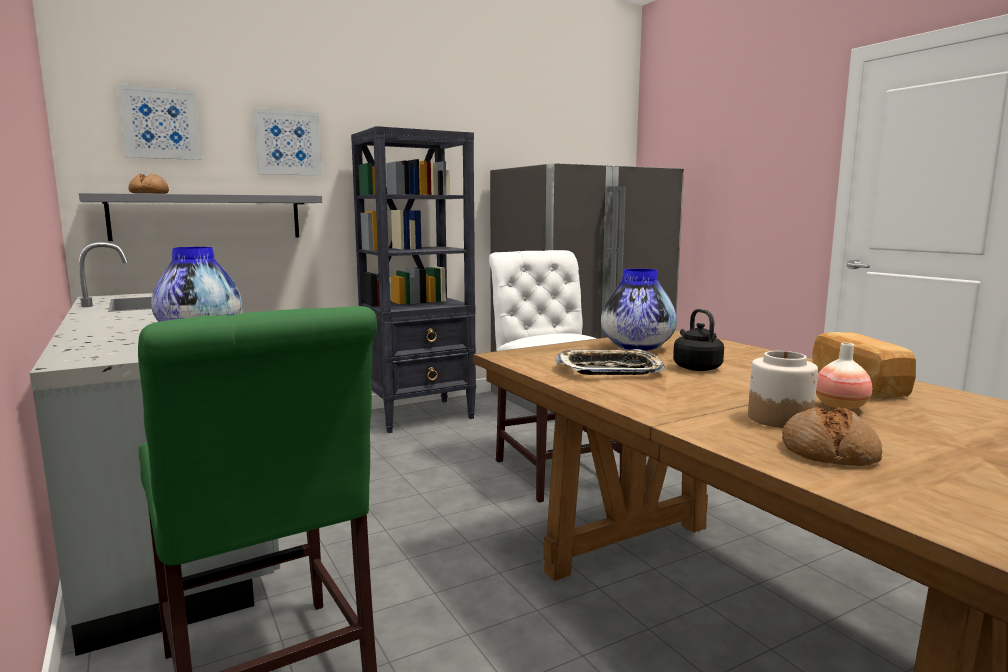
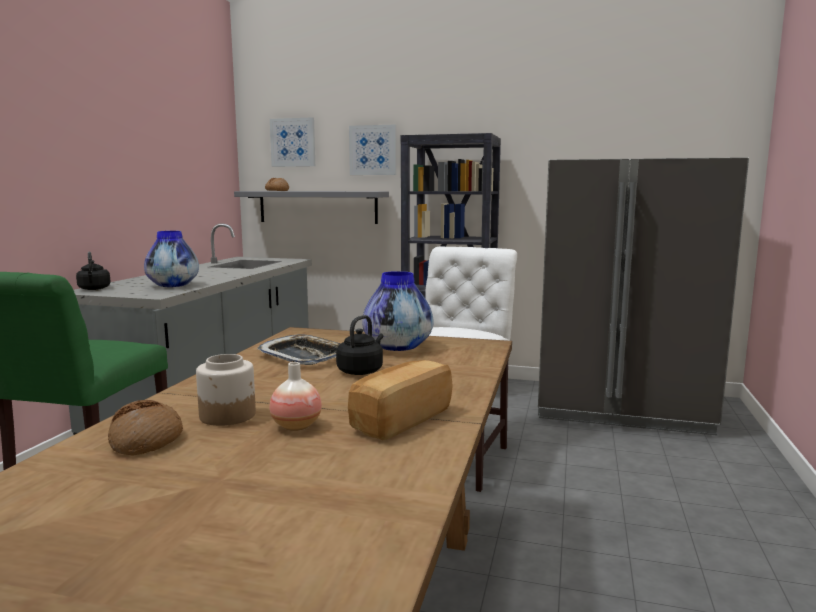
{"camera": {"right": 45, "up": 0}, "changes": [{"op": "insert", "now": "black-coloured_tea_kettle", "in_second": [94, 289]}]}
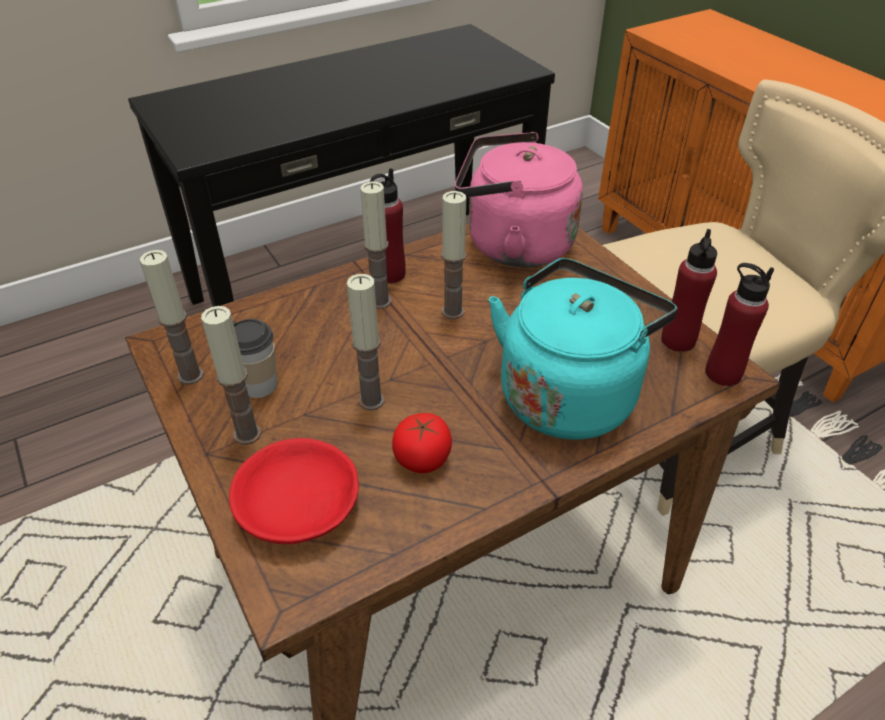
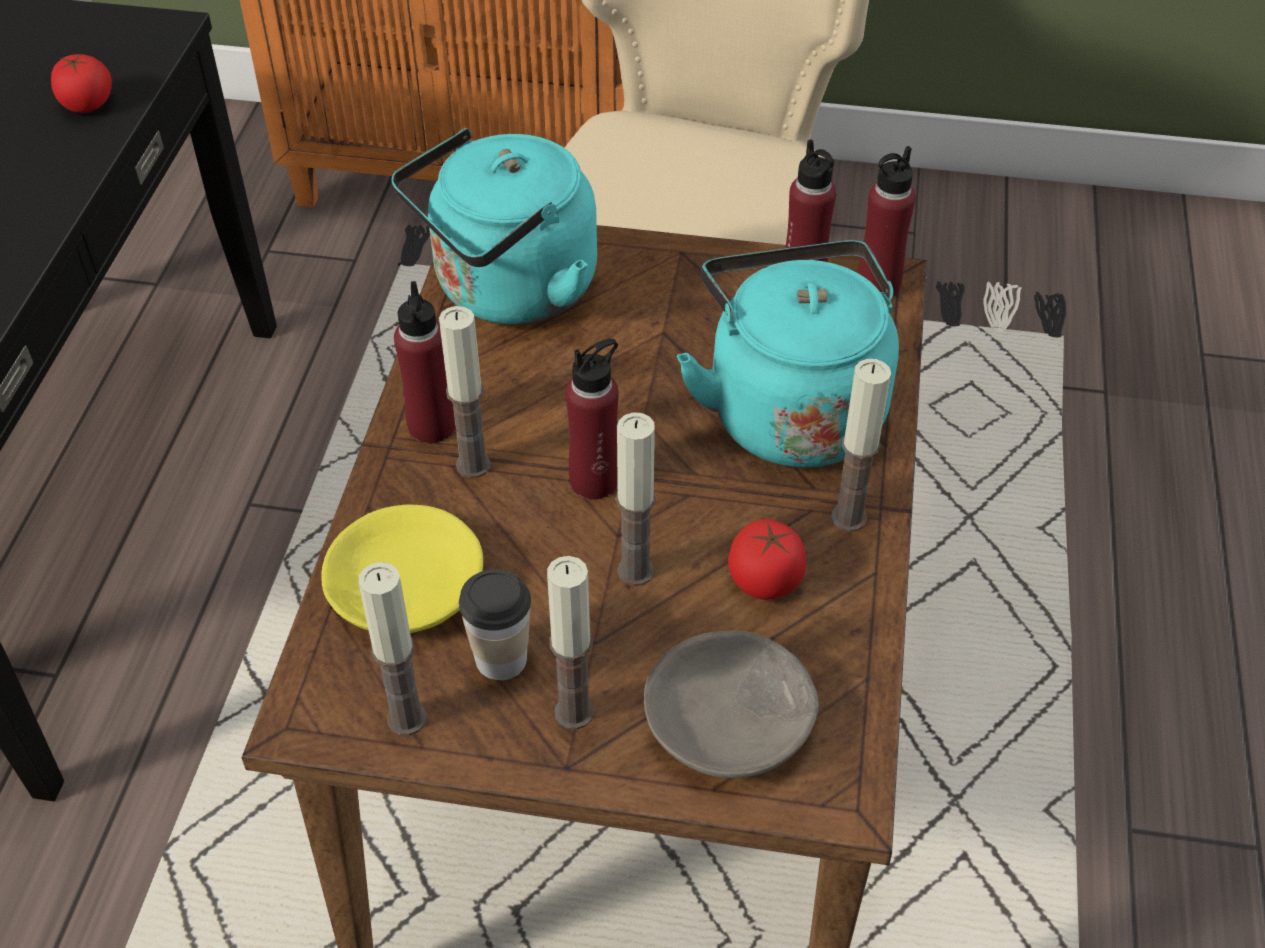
{"camera": {"right": -50, "up": 5}, "changes": [{"op": "recolor", "was": "pink-coloured_tea_kettle", "now": "blue-green_tea_kettle", "in_first": [512, 245], "in_second": [508, 291]}, {"op": "move", "was": "candle", "in_first": [452, 311], "in_second": [848, 517]}, {"op": "recolor", "was": "reddish_bowl", "now": "greyish_bowl", "in_first": [299, 506], "in_second": [731, 721]}, {"op": "insert", "now": "whole_tomato", "in_second": [87, 104]}, {"op": "insert", "now": "reddish_drink_bottle", "in_second": [594, 481]}, {"op": "insert", "now": "yellowish_bowl", "in_second": [403, 589]}]}
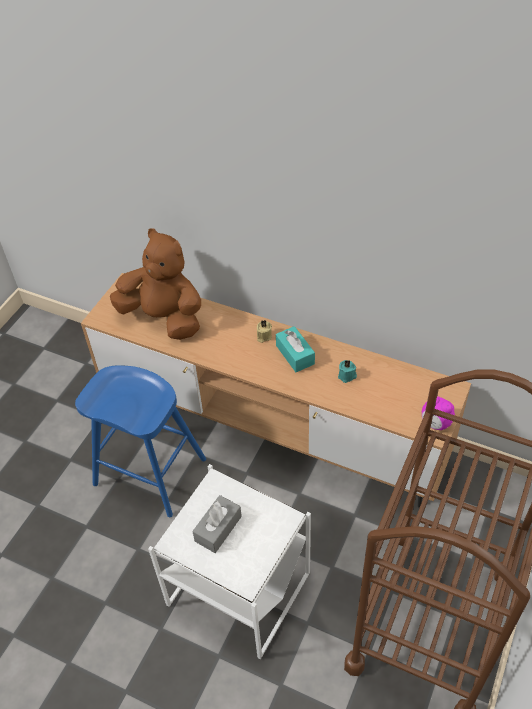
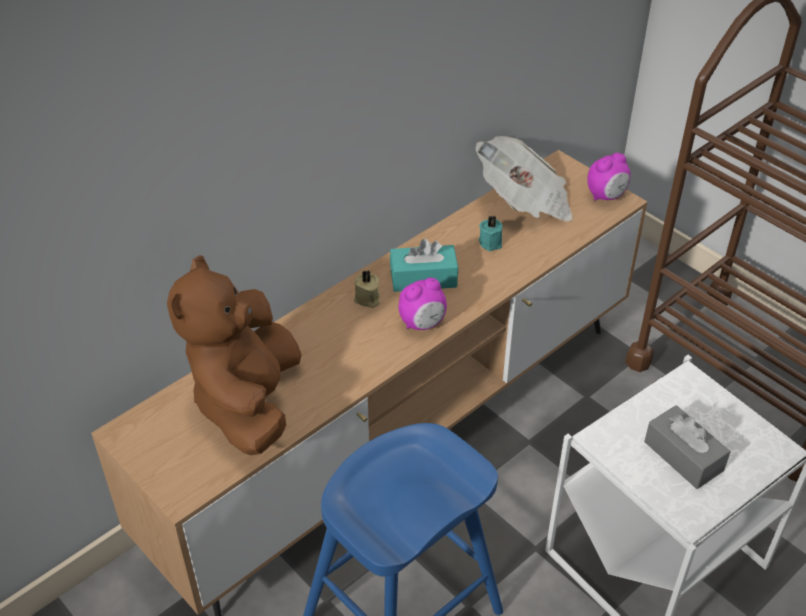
{"camera": {"right": -70, "up": -5}, "changes": [{"op": "rotate", "was": "brown_cuddly_toy", "in_first": [164, 318], "in_second": [248, 402], "clockwise": -45}, {"op": "insert", "now": "newspaper", "in_second": [524, 202]}, {"op": "insert", "now": "bedside_clock", "in_second": [422, 323]}]}
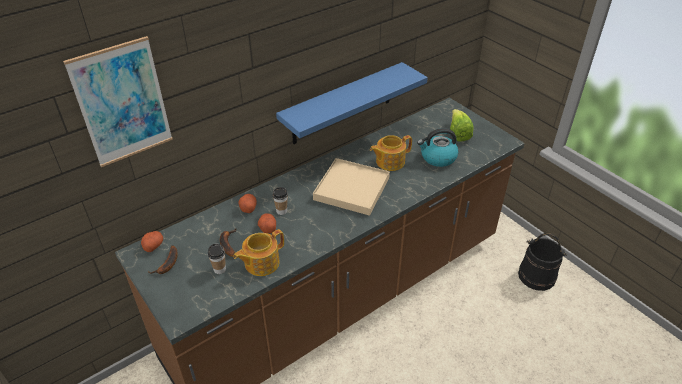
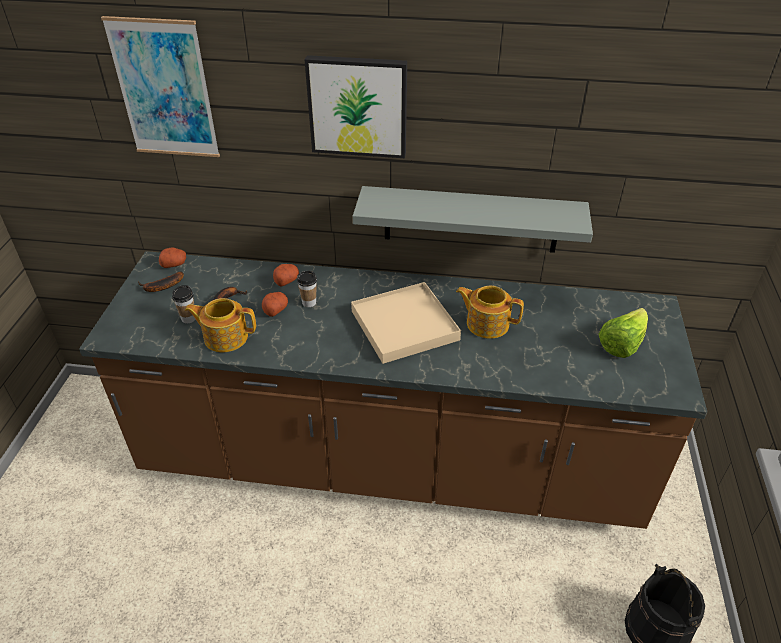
{"camera": {"right": 45, "up": 0}, "changes": [{"op": "recolor", "was": "blue-coloured_wall_shelf", "now": "greyish_wall_shelf", "in_first": [342, 104], "in_second": [471, 219]}, {"op": "delete", "was": "tea_kettle", "in_first": [437, 158]}, {"op": "insert", "now": "wall_art", "in_second": [358, 106]}]}
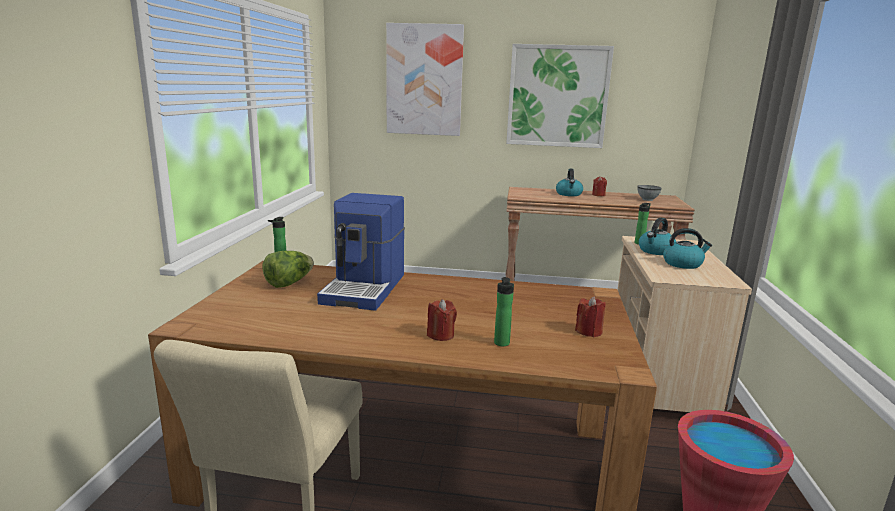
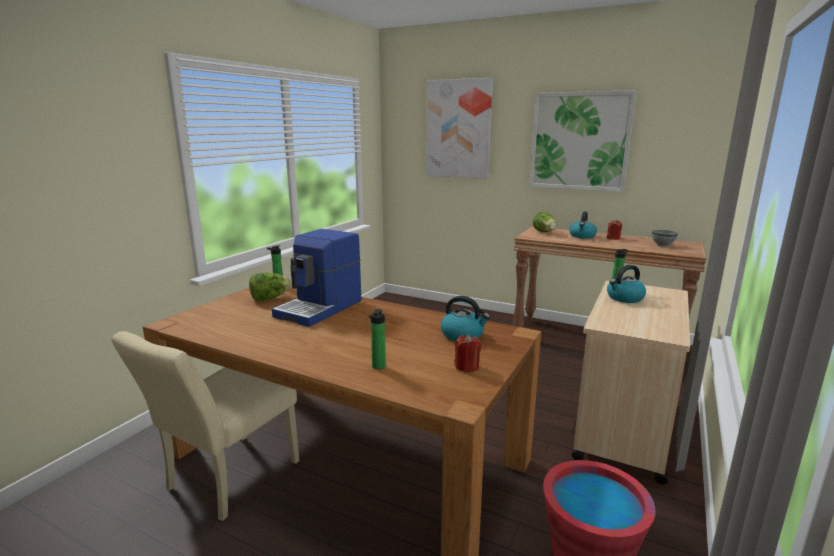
{"camera": {"right": 20, "up": 0}, "changes": [{"op": "move", "was": "tea_kettle", "in_first": [683, 264], "in_second": [463, 335]}, {"op": "delete", "was": "reddish_candle", "in_first": [440, 335]}, {"op": "insert", "now": "head_of_lettuce", "in_second": [544, 232]}]}
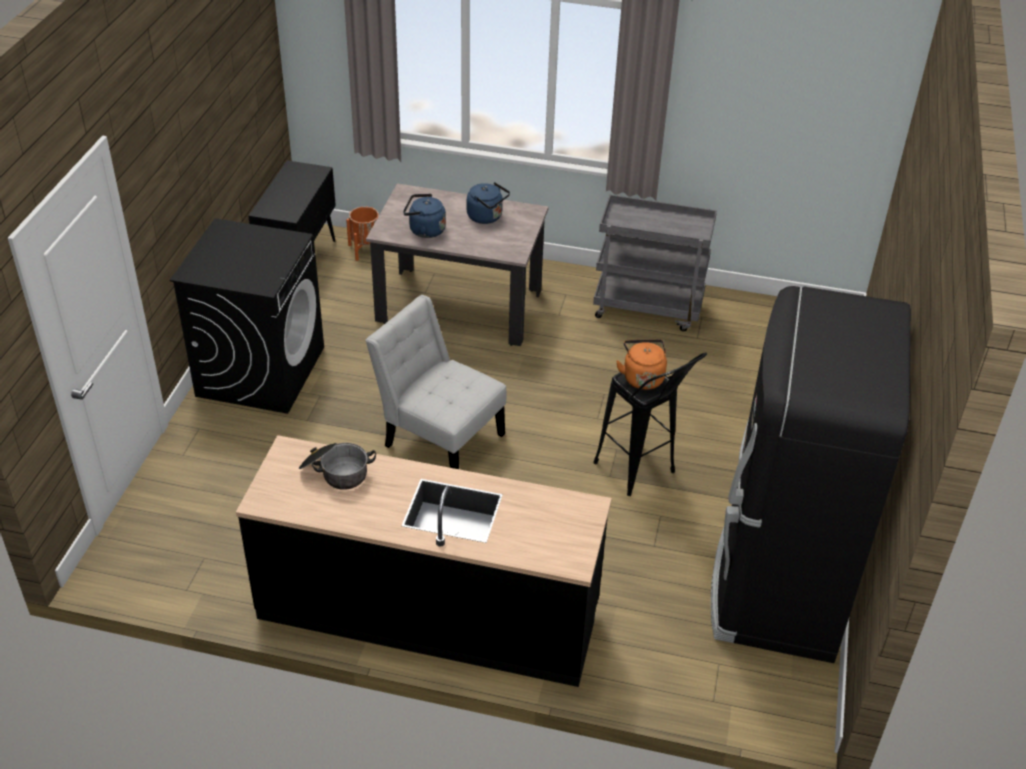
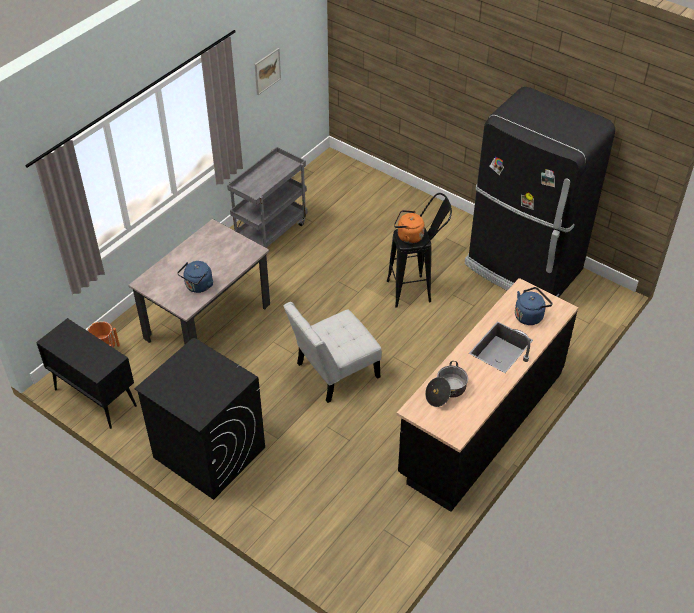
{"camera": {"right": -65, "up": 5}, "changes": [{"op": "move", "was": "blue-coloured_tea_kettle", "in_first": [487, 217], "in_second": [530, 315]}, {"op": "insert", "now": "wall_art", "in_second": [267, 71]}]}
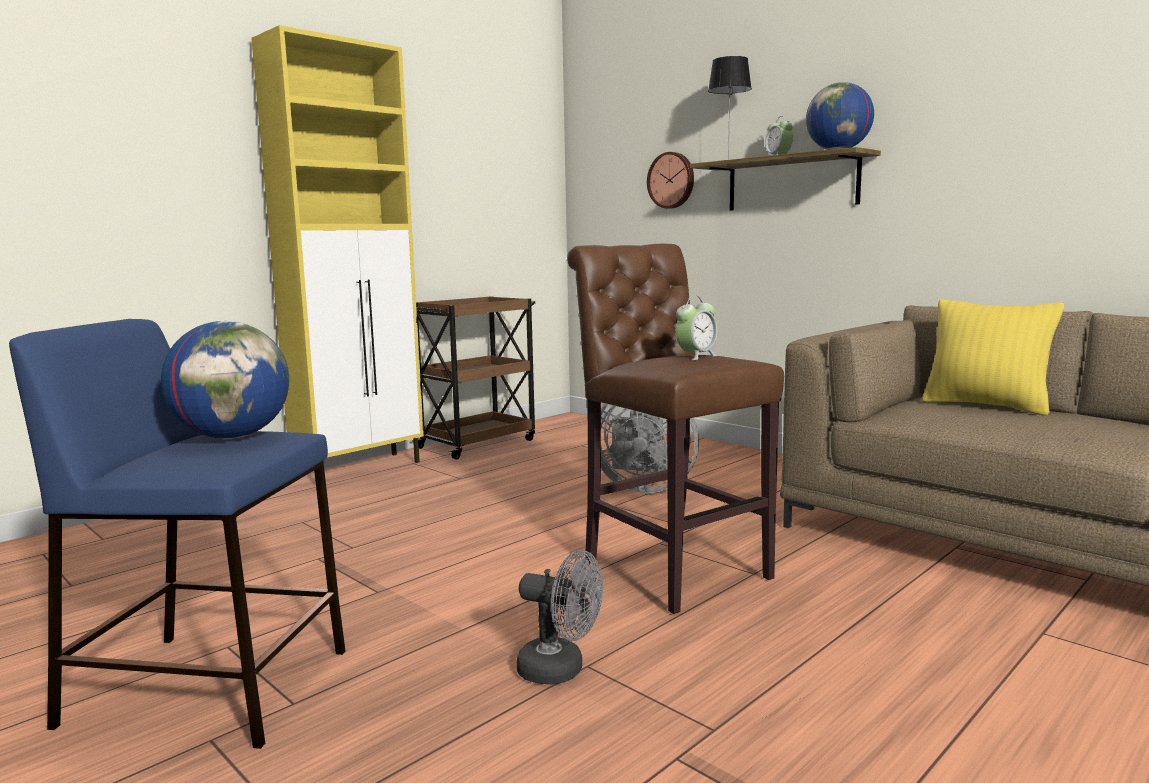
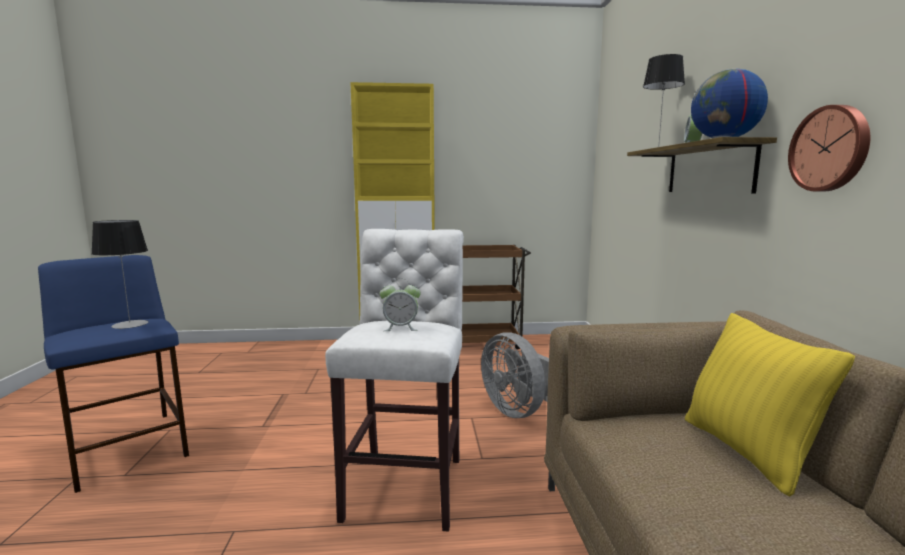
{"camera": {"right": 40, "up": 0}, "changes": [{"op": "move", "was": "hanging_clock", "in_first": [672, 180], "in_second": [830, 149]}, {"op": "recolor", "was": "brown_stool_seat", "now": "white-coloured_stool_seat", "in_first": [669, 567], "in_second": [407, 483]}, {"op": "replace", "was": "globe", "now": "lamp_for_a_table", "in_first": [233, 436], "in_second": [130, 324]}, {"op": "delete", "was": "greyish_fan", "in_first": [561, 670]}]}
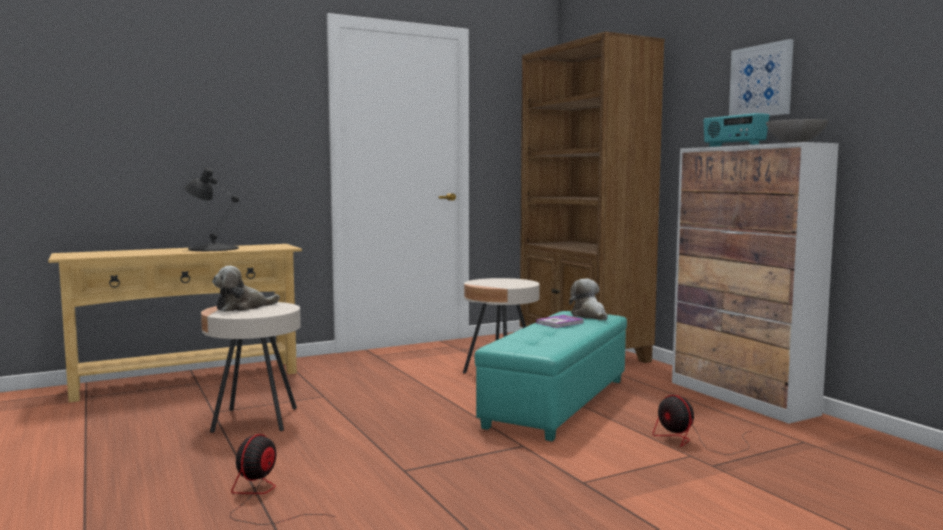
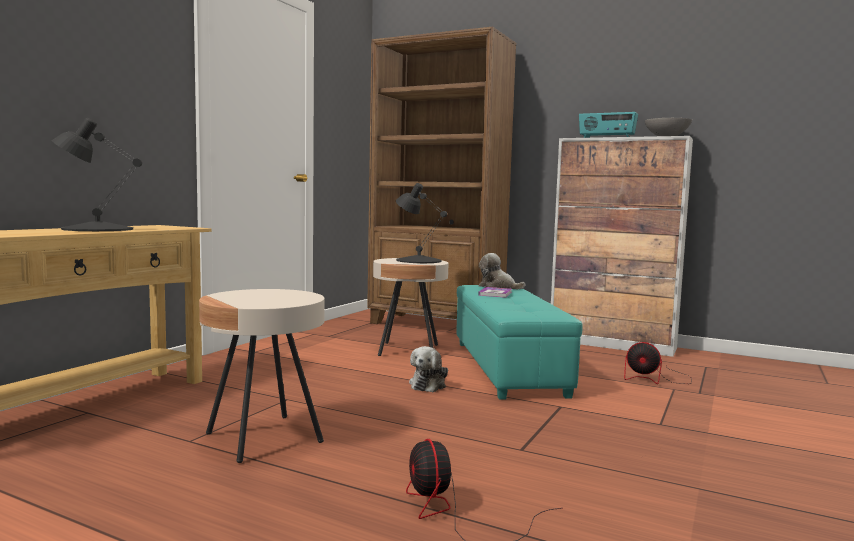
{"camera": {"right": -35, "up": 0}, "changes": [{"op": "delete", "was": "wall_art", "in_first": [761, 81]}, {"op": "move", "was": "cuddly_toy", "in_first": [243, 307], "in_second": [429, 385]}, {"op": "insert", "now": "black-coloured_lamp_for_a_table", "in_second": [418, 260]}]}
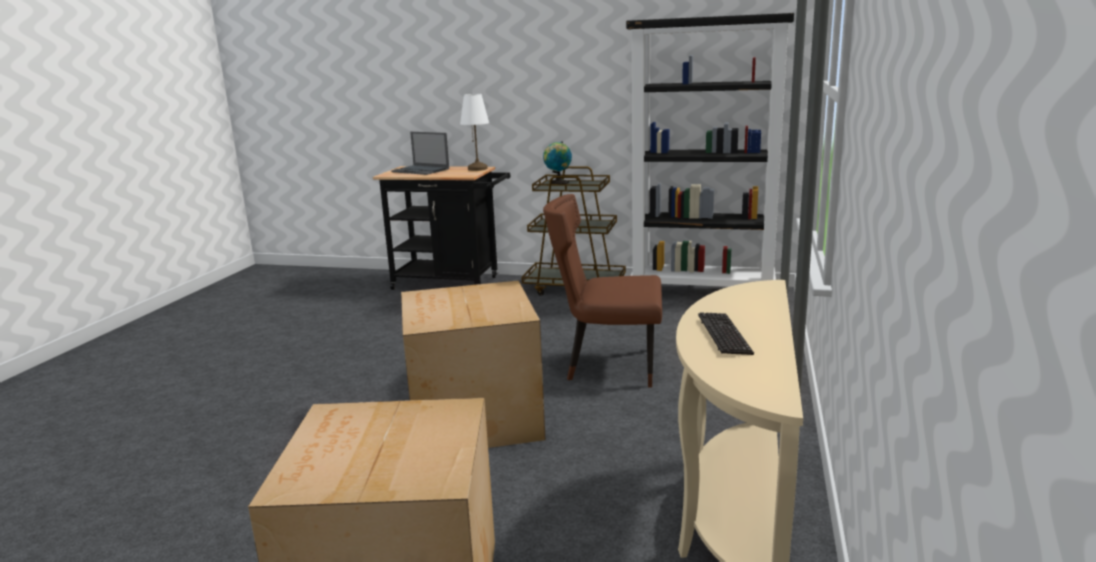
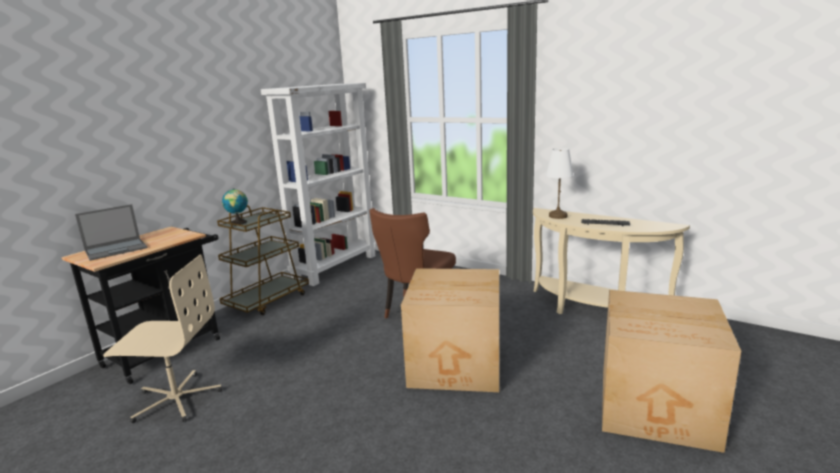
{"camera": {"right": -70, "up": 0}, "changes": [{"op": "recolor", "was": "black-coloured_bookshelf", "now": "white-coloured_bookshelf", "in_first": [703, 292], "in_second": [335, 267]}, {"op": "move", "was": "white-coloured_lamp_for_a_table", "in_first": [477, 169], "in_second": [557, 216]}, {"op": "insert", "now": "beige-coloured_desk_chair", "in_second": [176, 399]}]}
